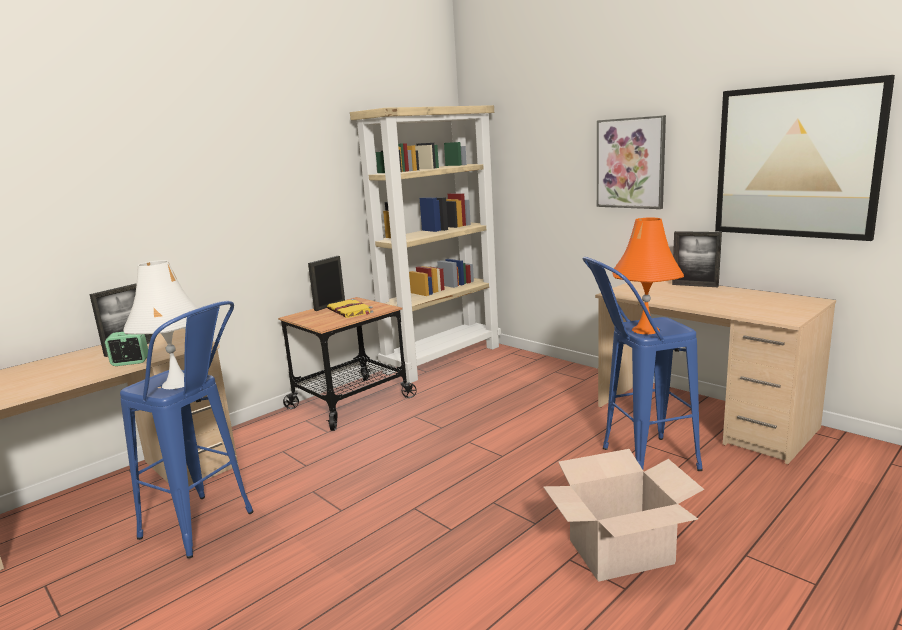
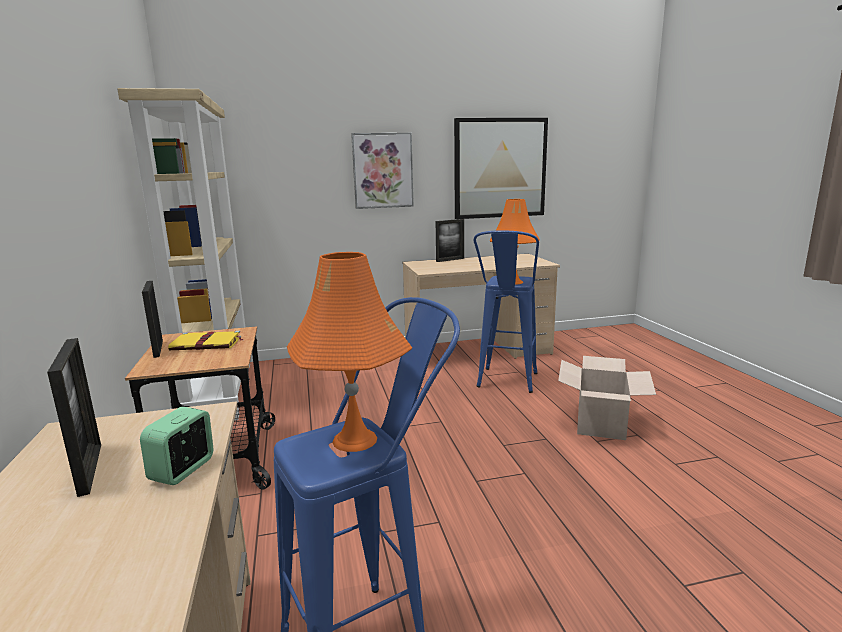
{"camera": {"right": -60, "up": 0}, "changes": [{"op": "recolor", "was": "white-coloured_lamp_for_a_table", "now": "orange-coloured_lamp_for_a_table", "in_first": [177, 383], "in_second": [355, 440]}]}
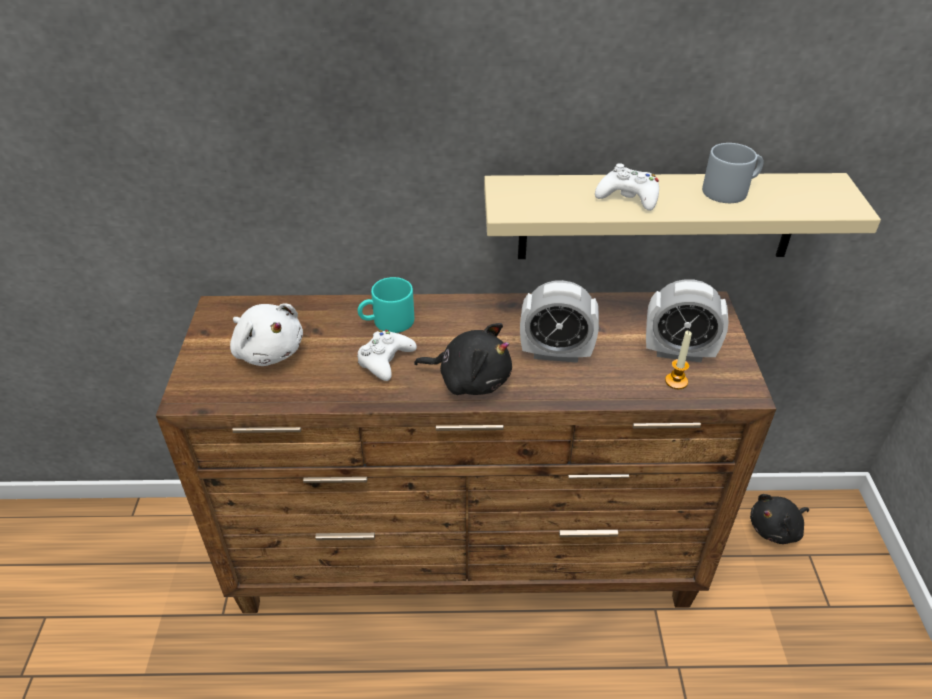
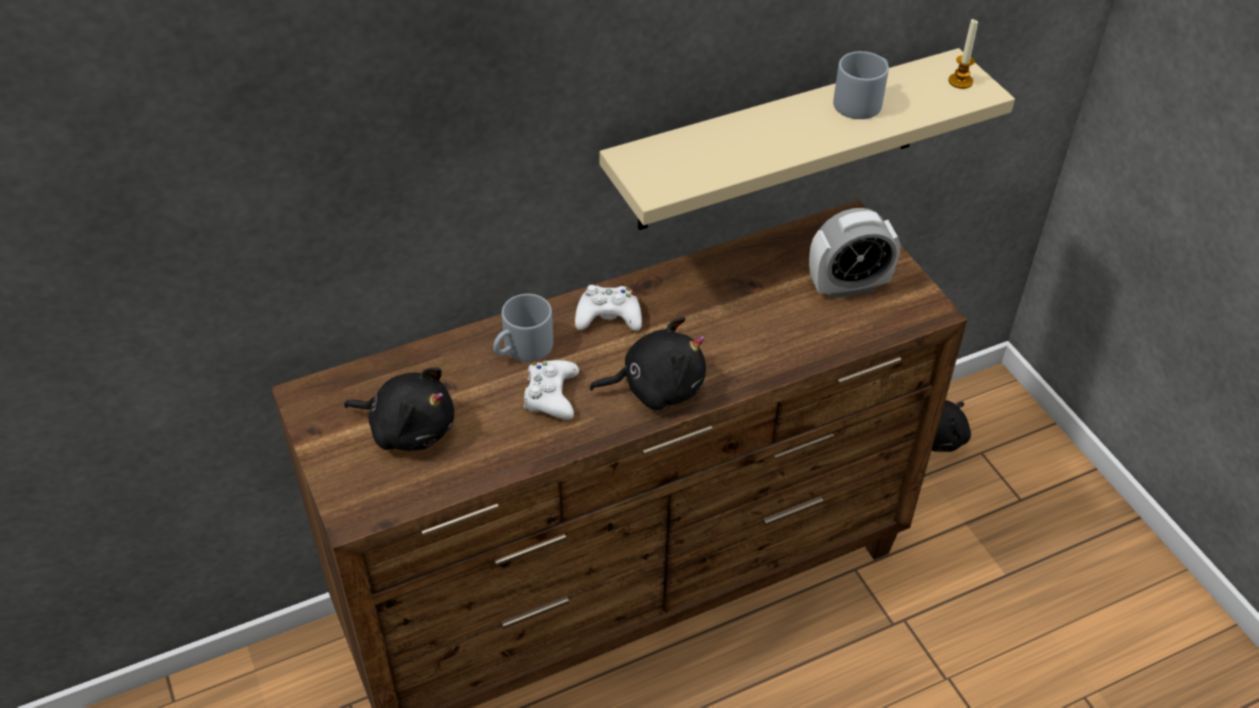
{"camera": {"right": -25, "up": 5}, "changes": [{"op": "move", "was": "white-coloured_joypad", "in_first": [628, 197], "in_second": [608, 316]}, {"op": "recolor", "was": "blue-green_coffee_mug", "now": "greyish_coffee_mug", "in_first": [387, 322], "in_second": [522, 349]}, {"op": "delete", "was": "bedside_clock", "in_first": [556, 353]}, {"op": "recolor", "was": "white-coloured_cuddly_toy", "now": "black-coloured_cuddly_toy", "in_first": [268, 351], "in_second": [409, 428]}, {"op": "move", "was": "candle", "in_first": [676, 381], "in_second": [960, 81]}]}
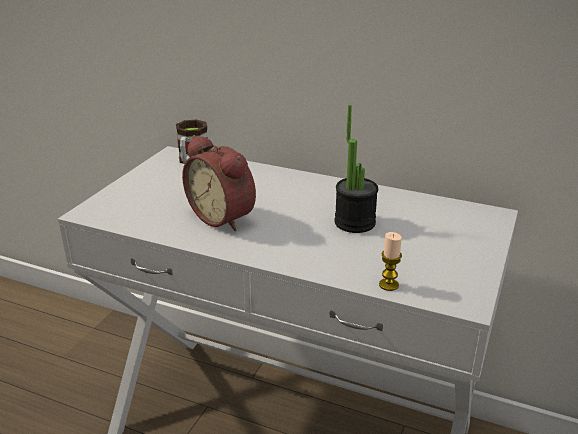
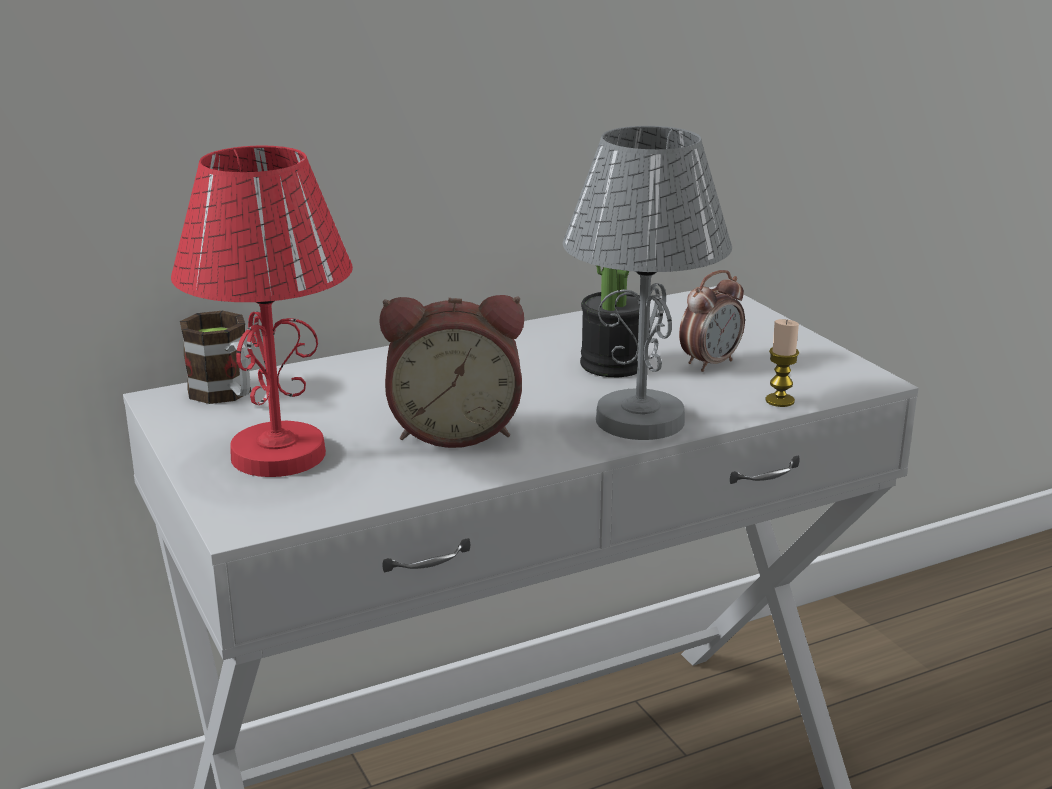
{"camera": {"right": -50, "up": -5}, "changes": [{"op": "insert", "now": "greyish_lamp_for_a_table", "in_second": [639, 421]}, {"op": "insert", "now": "reddish_lamp_for_a_table", "in_second": [279, 454]}, {"op": "insert", "now": "bedside_clock", "in_second": [710, 363]}]}
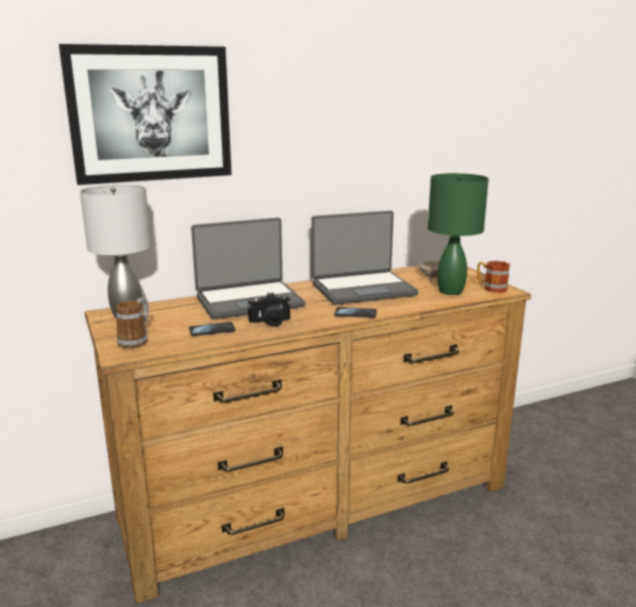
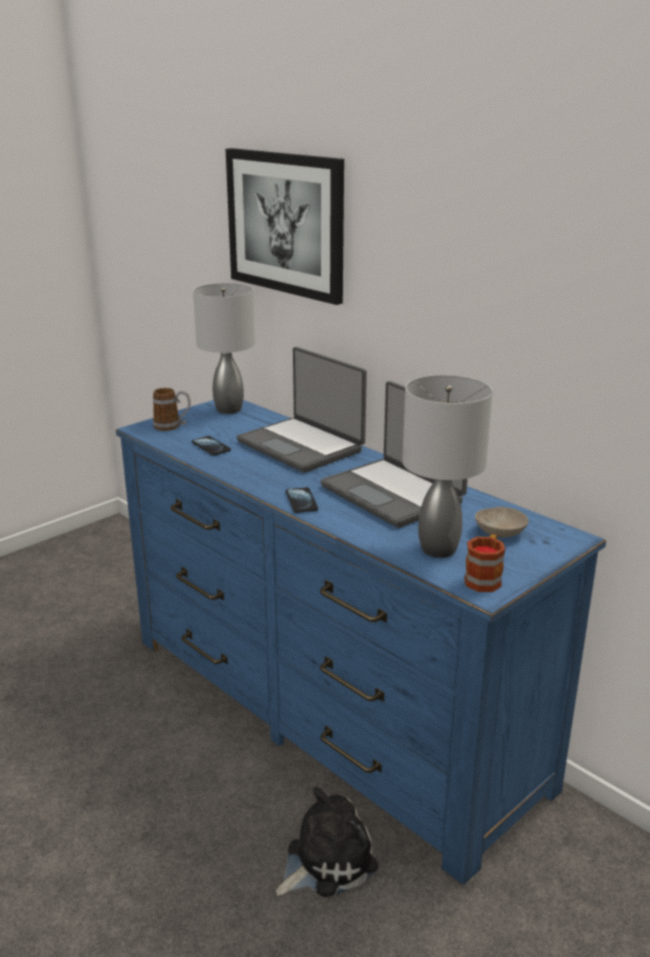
{"camera": {"right": 70, "up": 5}, "changes": [{"op": "recolor", "was": "green_lamp_for_a_table", "now": "greyish_lamp_for_a_table", "in_first": [451, 291], "in_second": [438, 549]}, {"op": "recolor", "was": "brown_drawer_chest", "now": "blue-coloured_drawer_chest", "in_first": [316, 501], "in_second": [328, 709]}, {"op": "delete", "was": "photo_camera", "in_first": [270, 322]}, {"op": "insert", "now": "cuddly_toy", "in_second": [326, 860]}]}
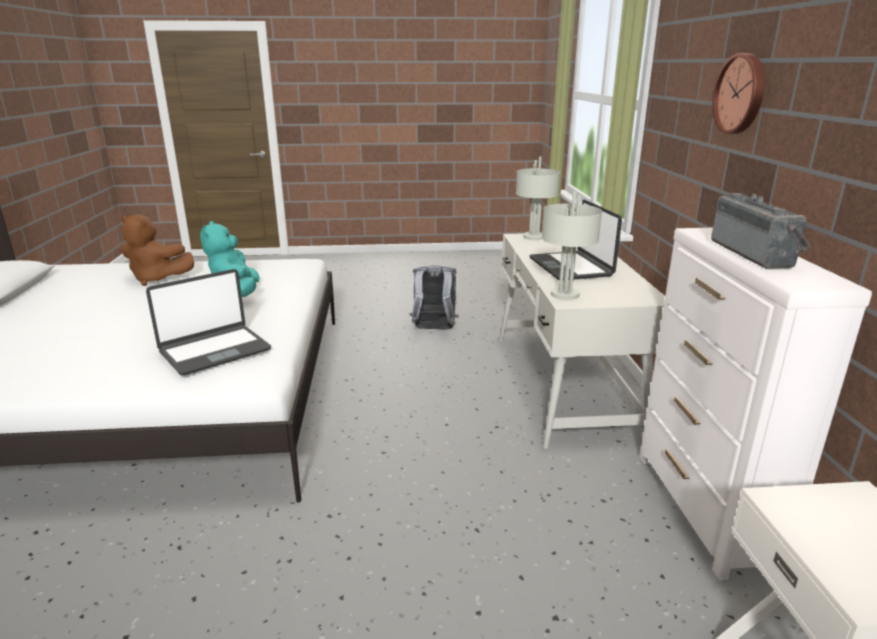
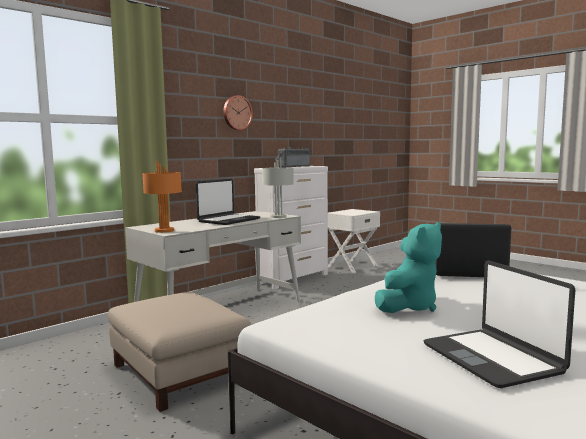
{"camera": {"right": -130, "up": -15}, "changes": [{"op": "recolor", "was": "greyish_lamp_for_a_table", "now": "orange-coloured_lamp_for_a_table", "in_first": [534, 237], "in_second": [165, 230]}, {"op": "replace", "was": "brown_cuddly_toy", "now": "laptop", "in_first": [157, 279], "in_second": [492, 358]}, {"op": "replace", "was": "greyish_backpack", "now": "beige-coloured_ottoman", "in_first": [434, 330], "in_second": [180, 372]}]}
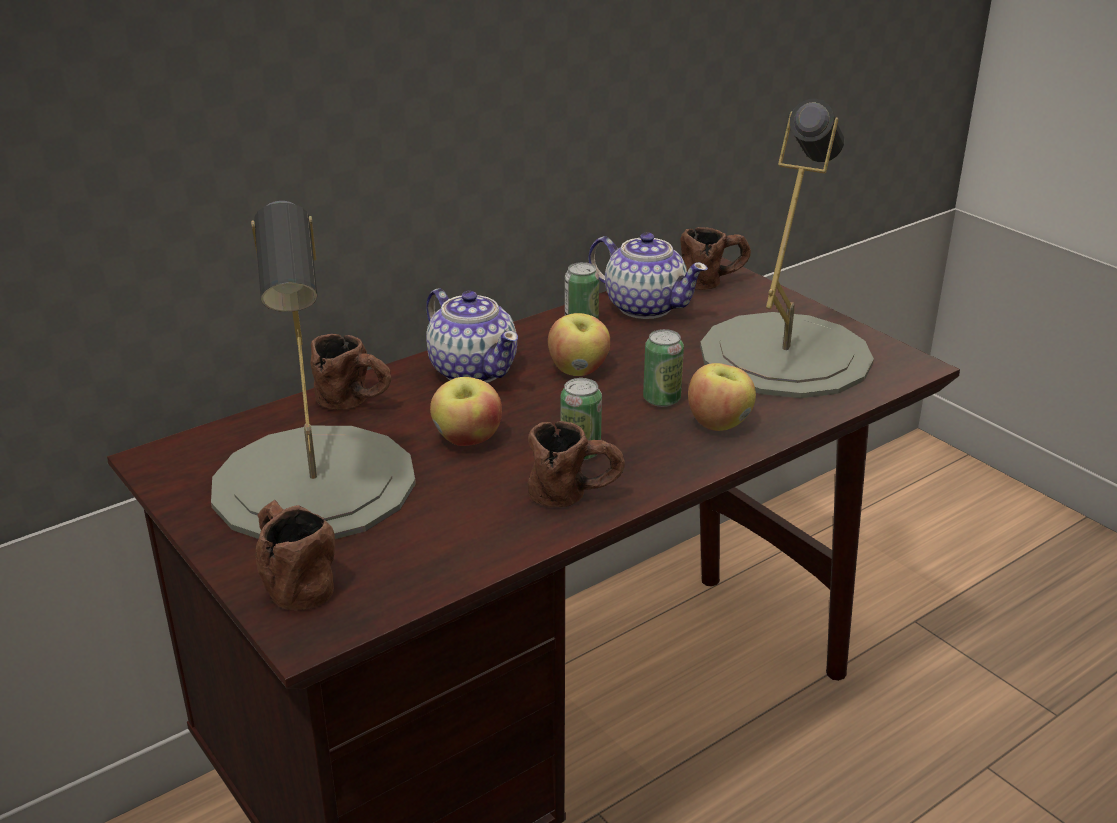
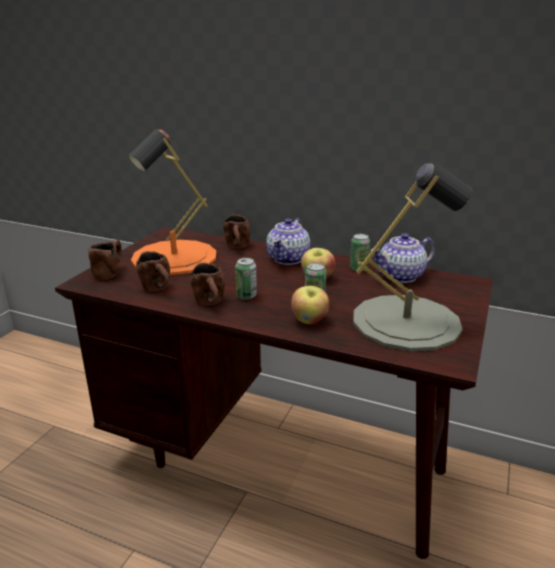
{"camera": {"right": 60, "up": -5}, "changes": [{"op": "recolor", "was": "greyish_lamp_for_a_table", "now": "orange-coloured_lamp_for_a_table", "in_first": [315, 483], "in_second": [174, 257]}, {"op": "move", "was": "brown_coffee_mug", "in_first": [713, 281], "in_second": [158, 289]}, {"op": "rotate", "was": "pot_for_tea", "in_first": [644, 306], "in_second": [401, 276], "clockwise": 60}, {"op": "delete", "was": "apple_fruit", "in_first": [467, 439]}]}
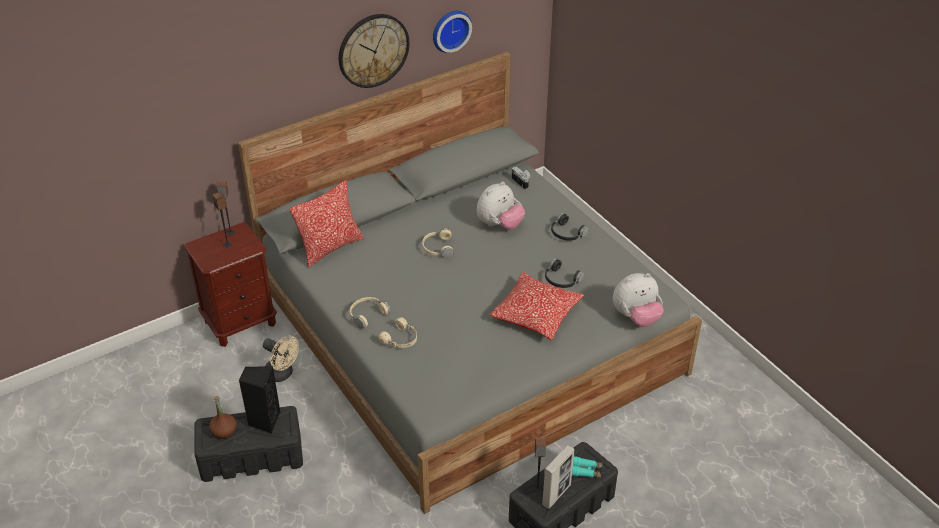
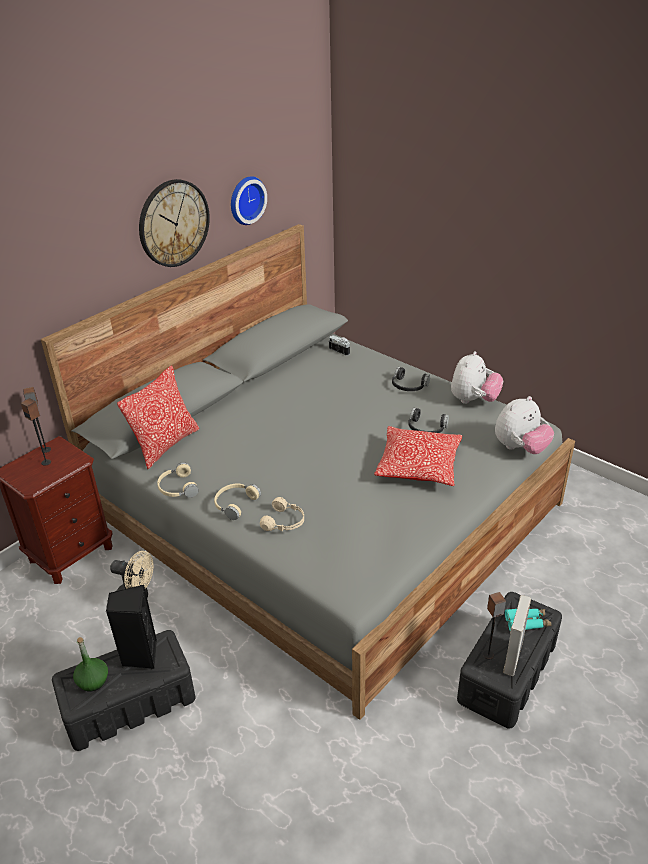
{"camera": {"right": -15, "up": -5}, "changes": [{"op": "move", "was": "cuddly_toy", "in_first": [499, 225], "in_second": [473, 400]}, {"op": "move", "was": "beige-coloured_headphones", "in_first": [437, 248], "in_second": [177, 488]}, {"op": "recolor", "was": "brown_drink_bottle", "now": "green_drink_bottle", "in_first": [224, 431], "in_second": [93, 681]}]}
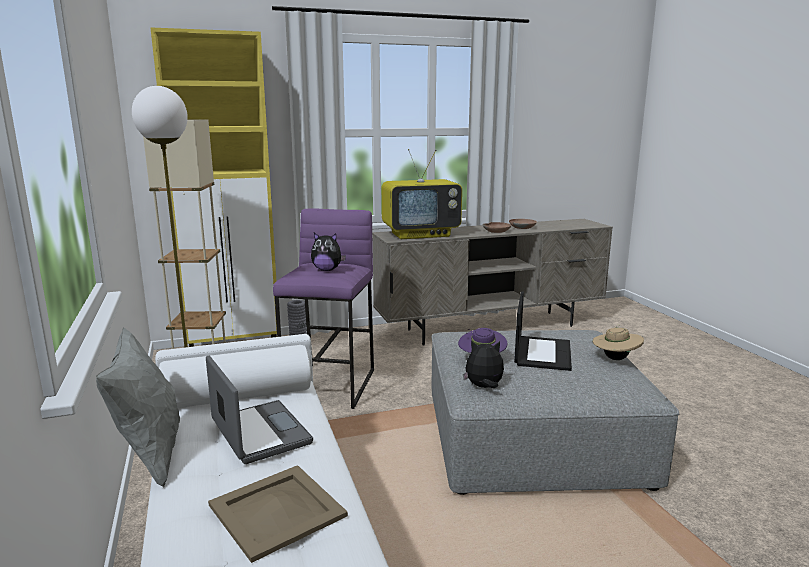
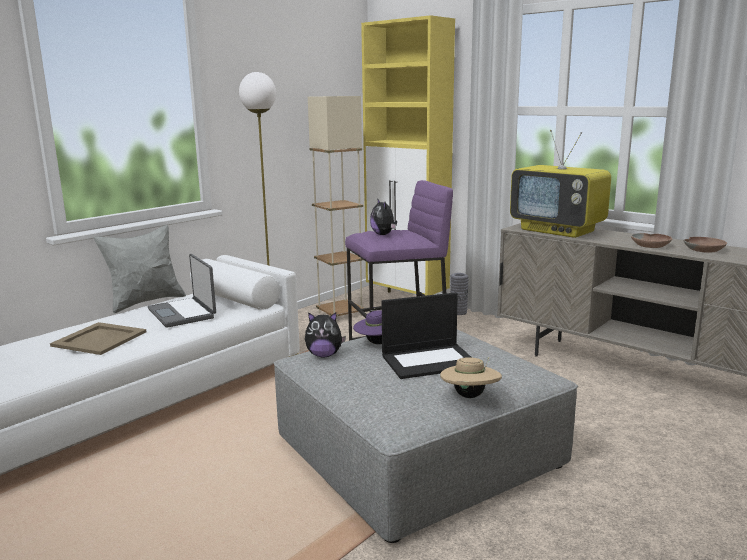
{"camera": {"right": 60, "up": 0}, "changes": [{"op": "rotate", "was": "cuddly_toy", "in_first": [484, 387], "in_second": [324, 355], "clockwise": 120}, {"op": "rotate", "was": "laptop", "in_first": [259, 433], "in_second": [183, 313], "clockwise": 120}]}
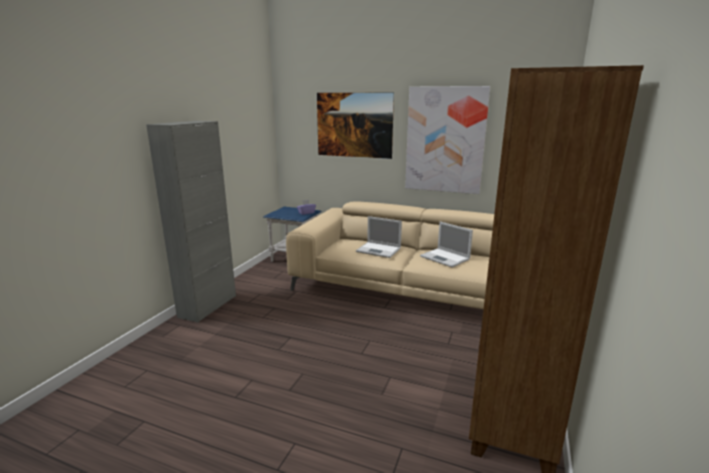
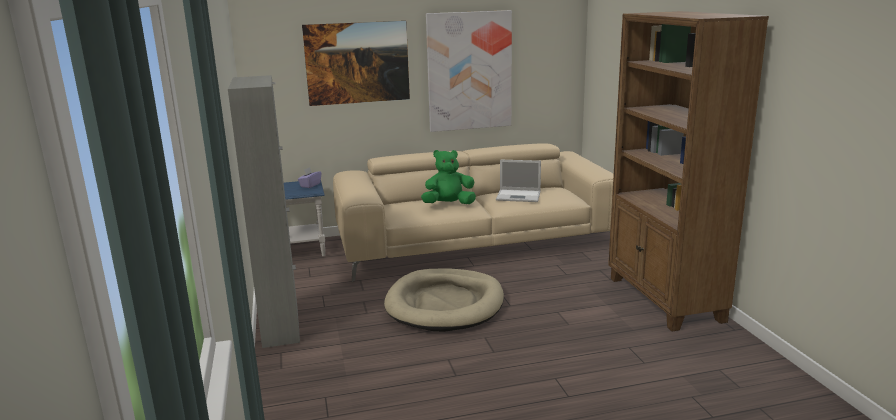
{"camera": {"right": -35, "up": 0}, "changes": [{"op": "replace", "was": "laptop", "now": "green_cuddly_toy", "in_first": [379, 250], "in_second": [449, 204]}, {"op": "insert", "now": "beige-coloured_dog_bed", "in_second": [445, 304]}]}
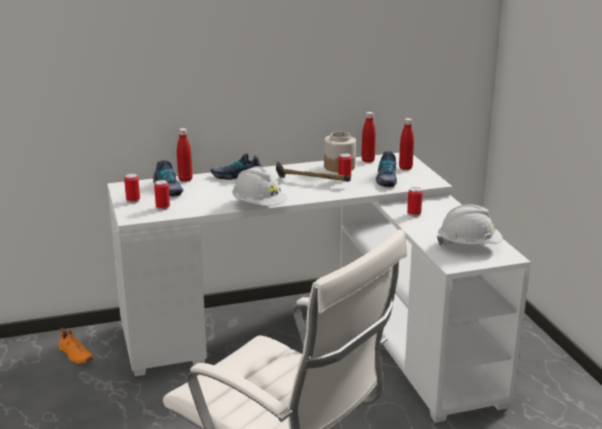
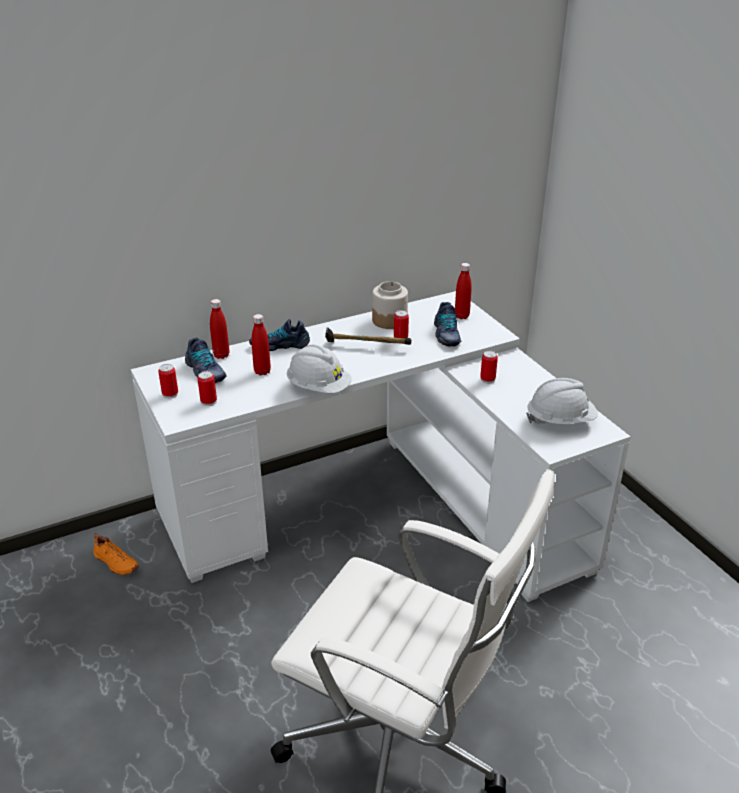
{"camera": {"right": -10, "up": 10}, "changes": [{"op": "move", "was": "reddish_drink_bottle", "in_first": [368, 160], "in_second": [262, 371]}]}
